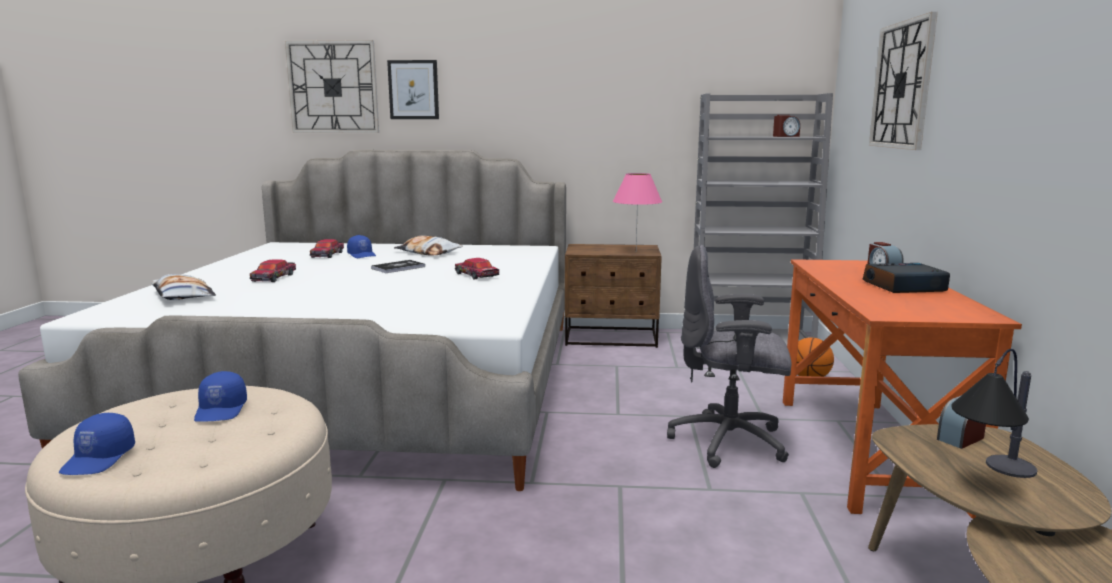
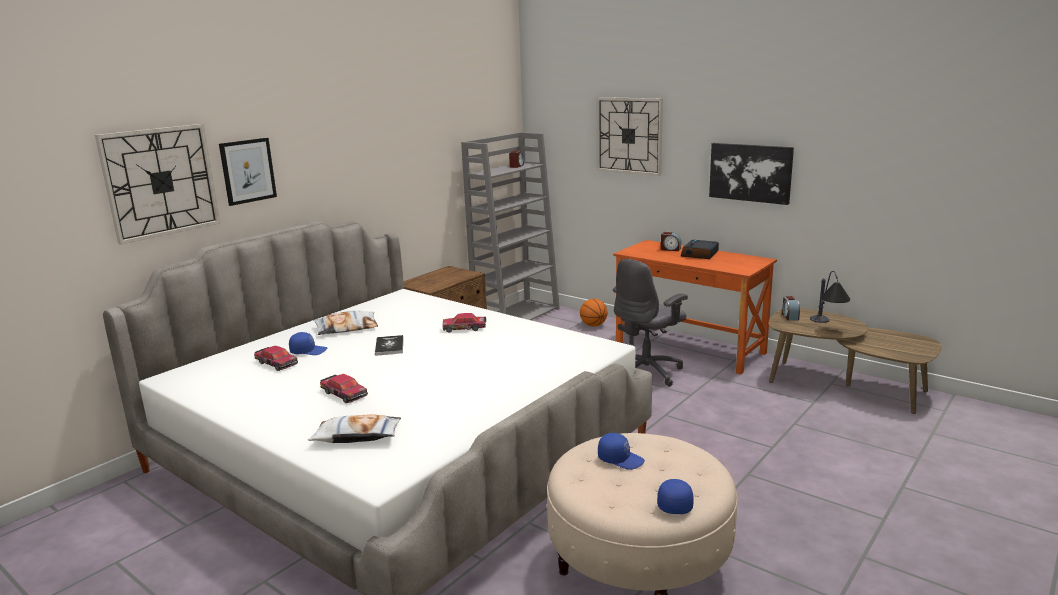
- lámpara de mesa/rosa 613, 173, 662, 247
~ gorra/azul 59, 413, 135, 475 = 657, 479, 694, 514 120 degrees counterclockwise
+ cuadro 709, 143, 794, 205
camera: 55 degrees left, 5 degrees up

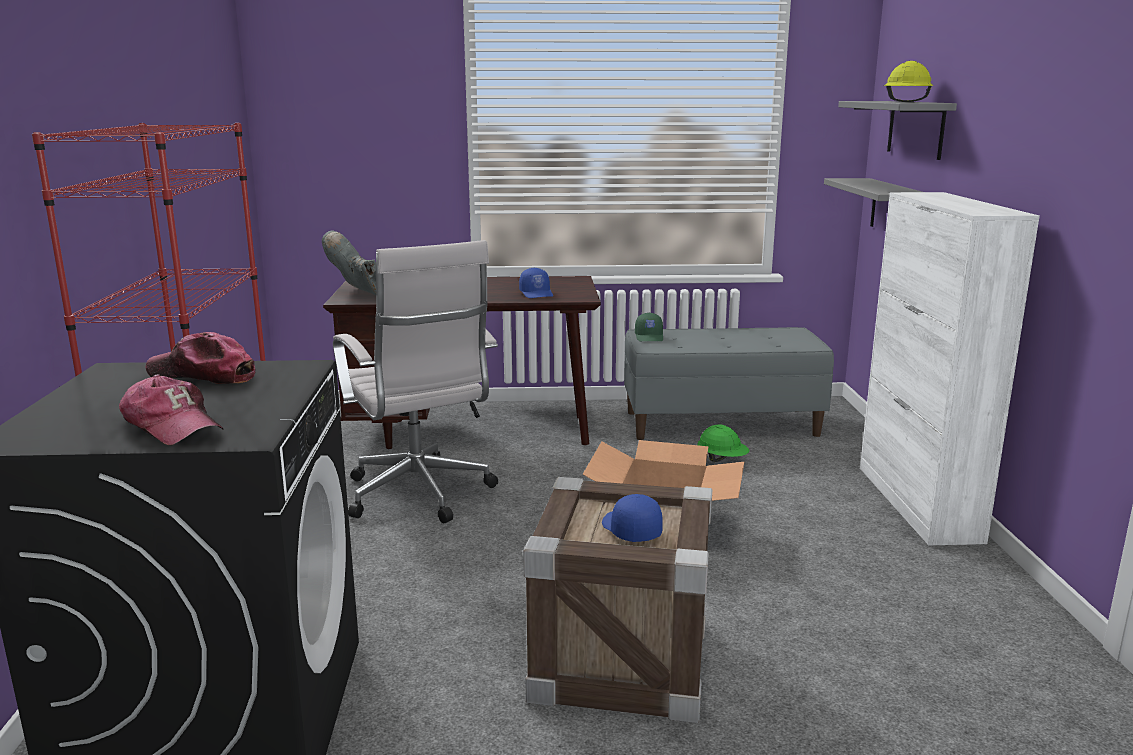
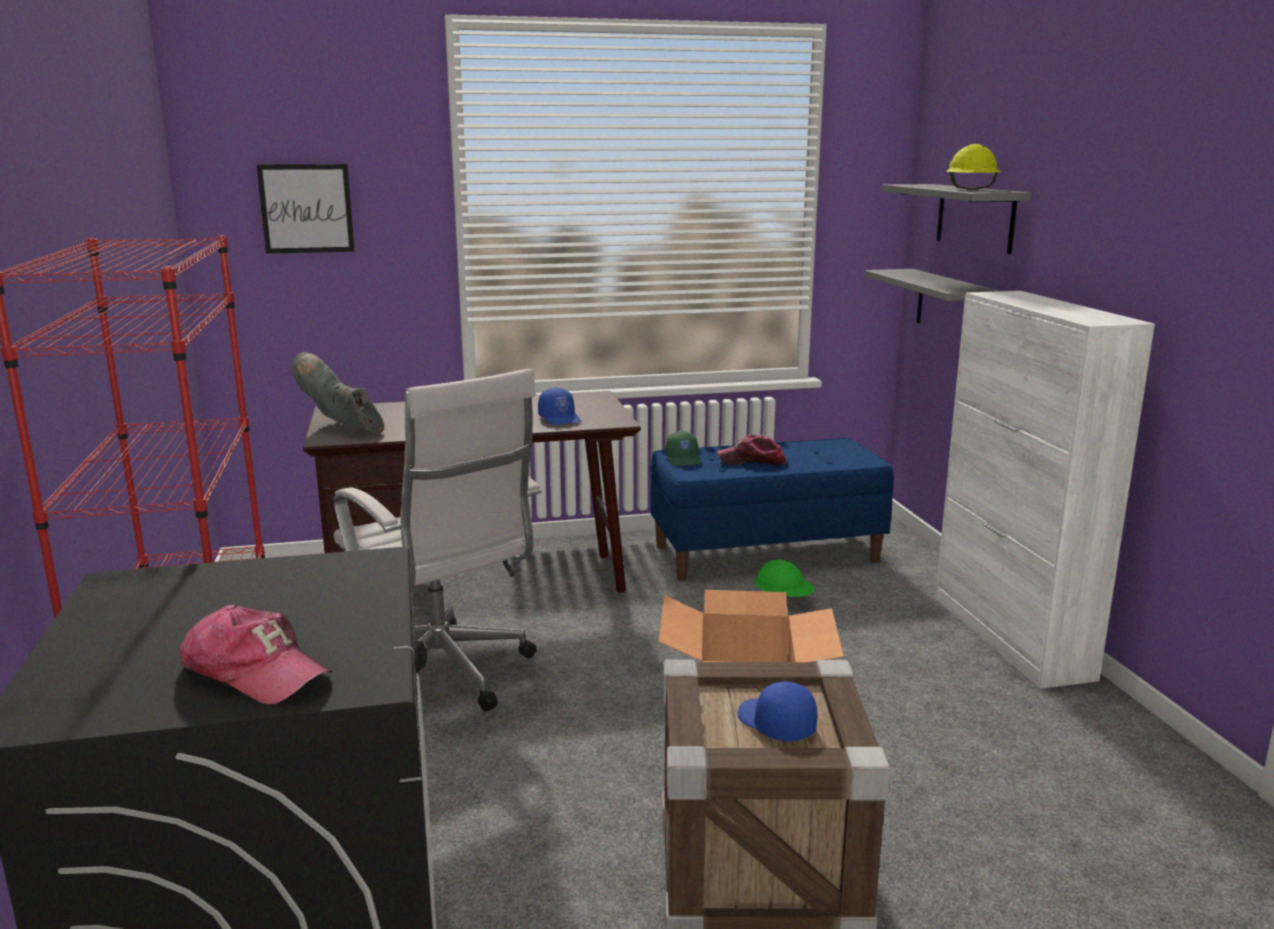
~ banco/gris 624, 327, 834, 440 to banco/azul 651, 438, 894, 581
~ gorra 146, 332, 255, 384 to 717, 434, 786, 465
+ cuadro 256, 164, 355, 254
camera: 10 degrees left, 0 degrees up

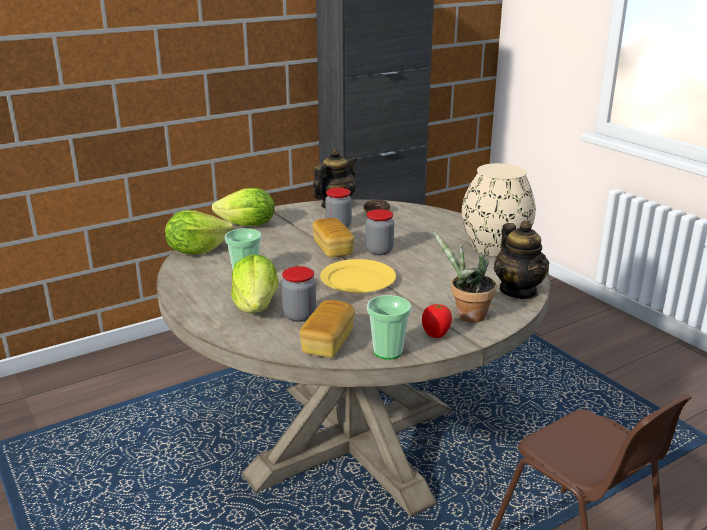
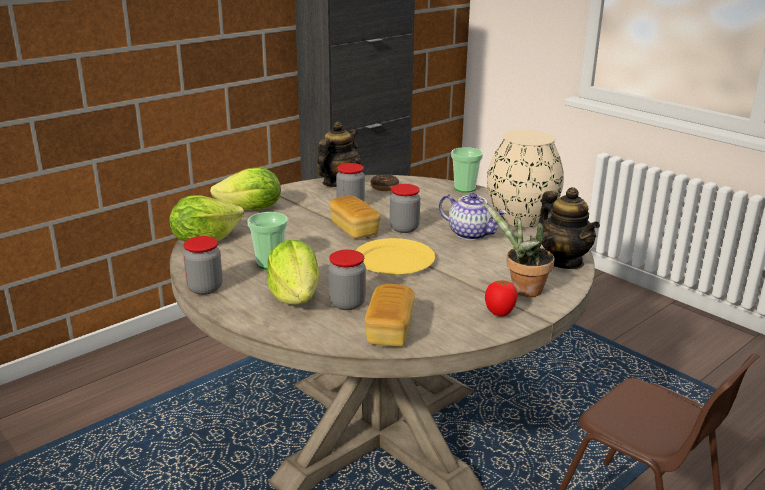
~ taza 367, 295, 411, 360 to 451, 147, 483, 193
+ tetera 439, 193, 507, 240
+ tarro 183, 236, 223, 295
camera: 10 degrees left, 0 degrees up

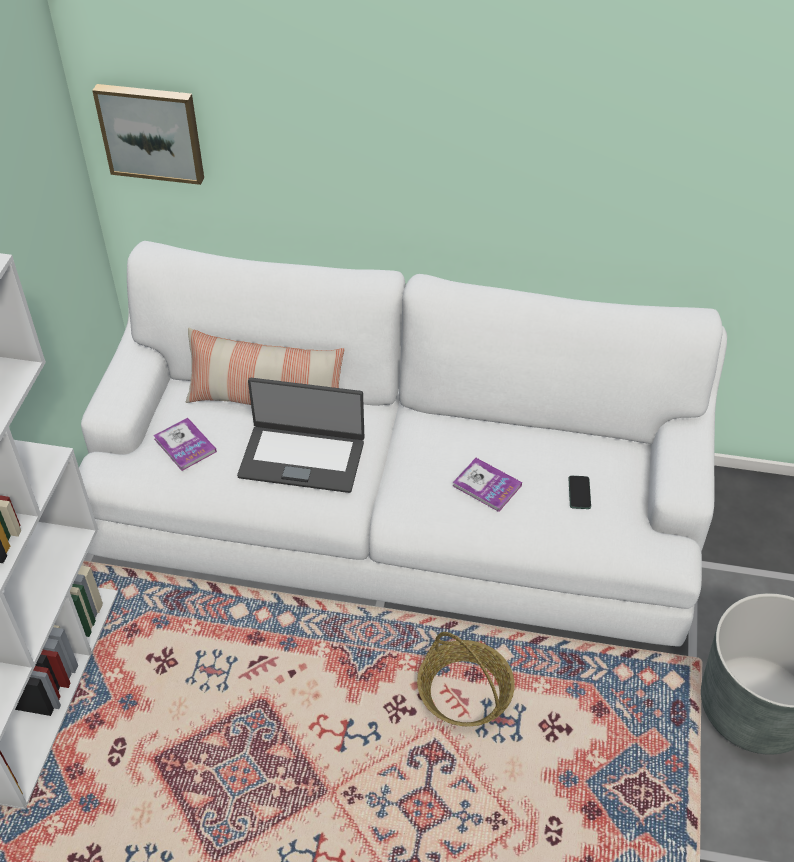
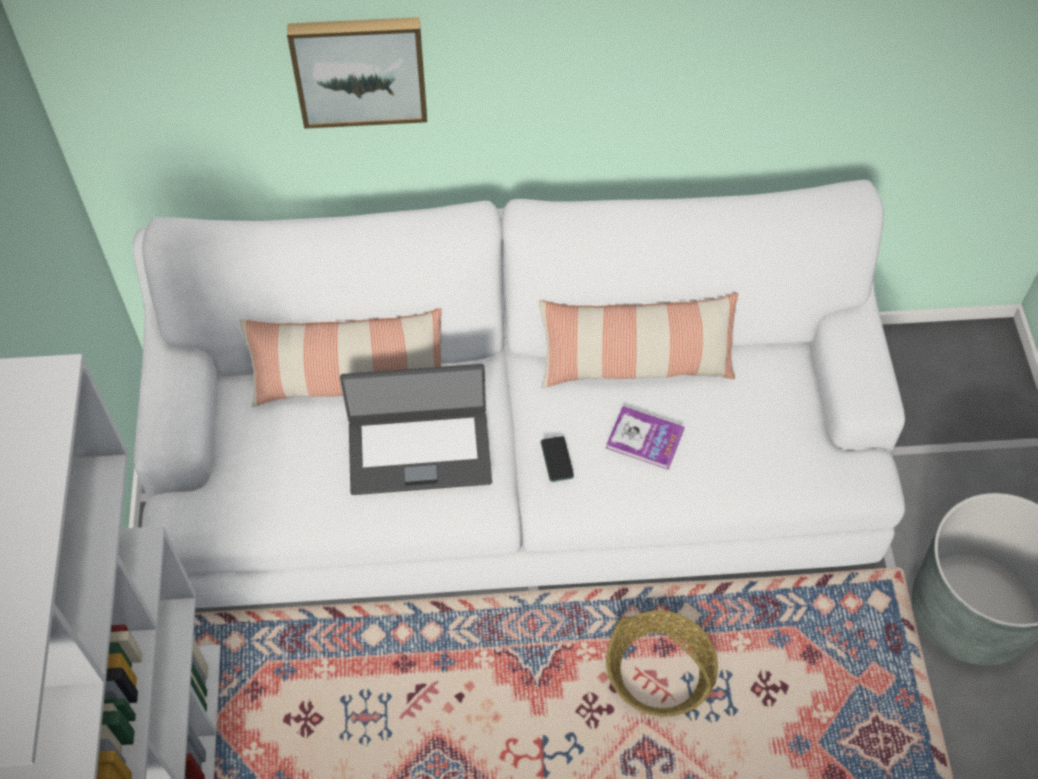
~ cuadro 92, 84, 204, 185 to 287, 17, 427, 129
- libro 153, 418, 217, 471
~ móvil 568, 476, 591, 509 to 541, 436, 574, 482
+ cojín 539, 293, 738, 388
camera: 15 degrees left, 10 degrees up

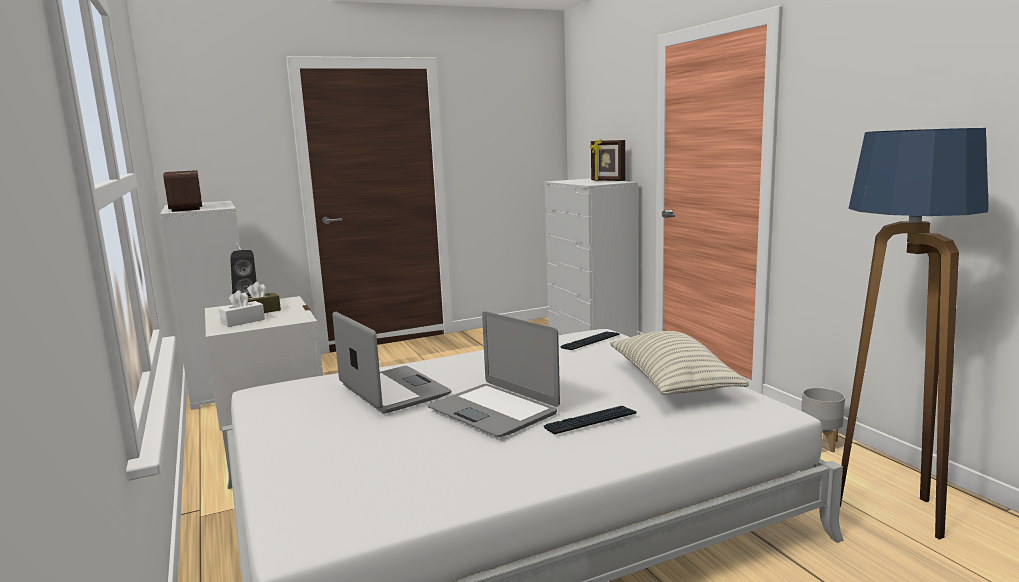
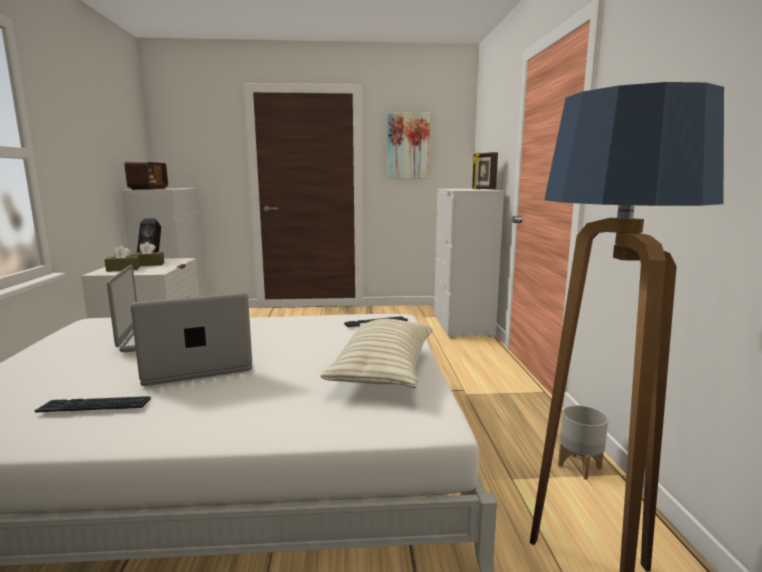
~ caja de pañuelos/blanco 219, 290, 265, 327 to caja de pañuelos/marrón 105, 245, 140, 272
~ portátil 428, 311, 560, 437 = 130, 293, 252, 386 90 degrees clockwise
~ teclado 543, 406, 637, 435 to 35, 396, 151, 413
+ cuadro 387, 112, 430, 179
camera: 20 degrees right, 0 degrees up

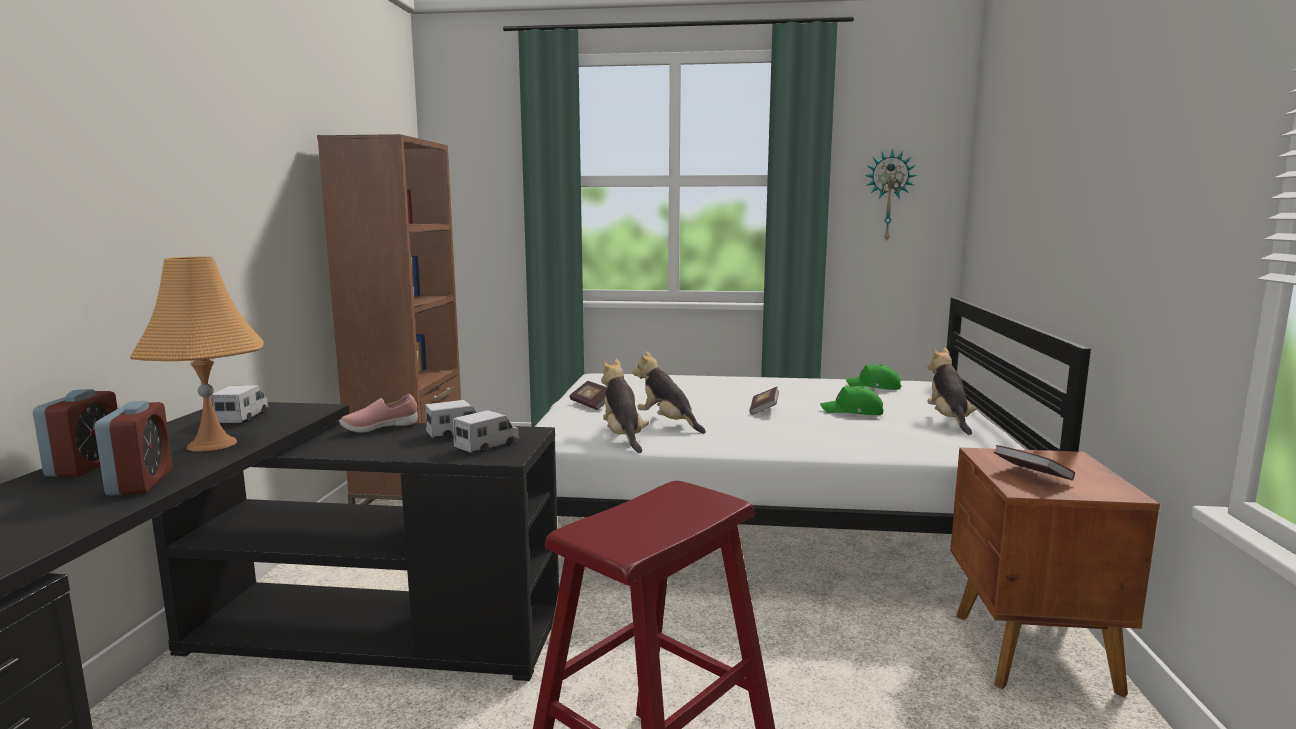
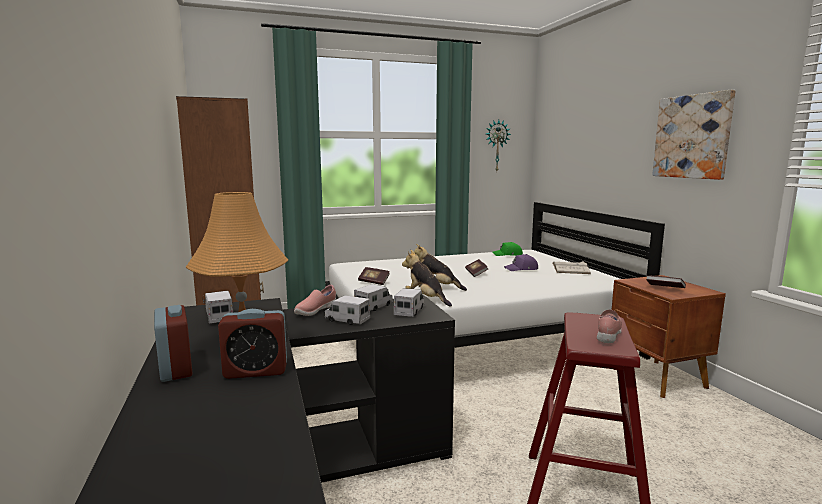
~ peluche 927, 347, 977, 435 to libro/blanco 553, 261, 591, 274
~ gorra/verde 820, 386, 884, 415 to gorra/morado 504, 254, 538, 271
~ despertador 95, 401, 172, 496 = 218, 309, 287, 379 120 degrees clockwise
+ cuadro 652, 90, 736, 180
+ camión de juguete 325, 295, 370, 325
+ zapato/rosa 597, 309, 622, 344
camera: 25 degrees left, 0 degrees up

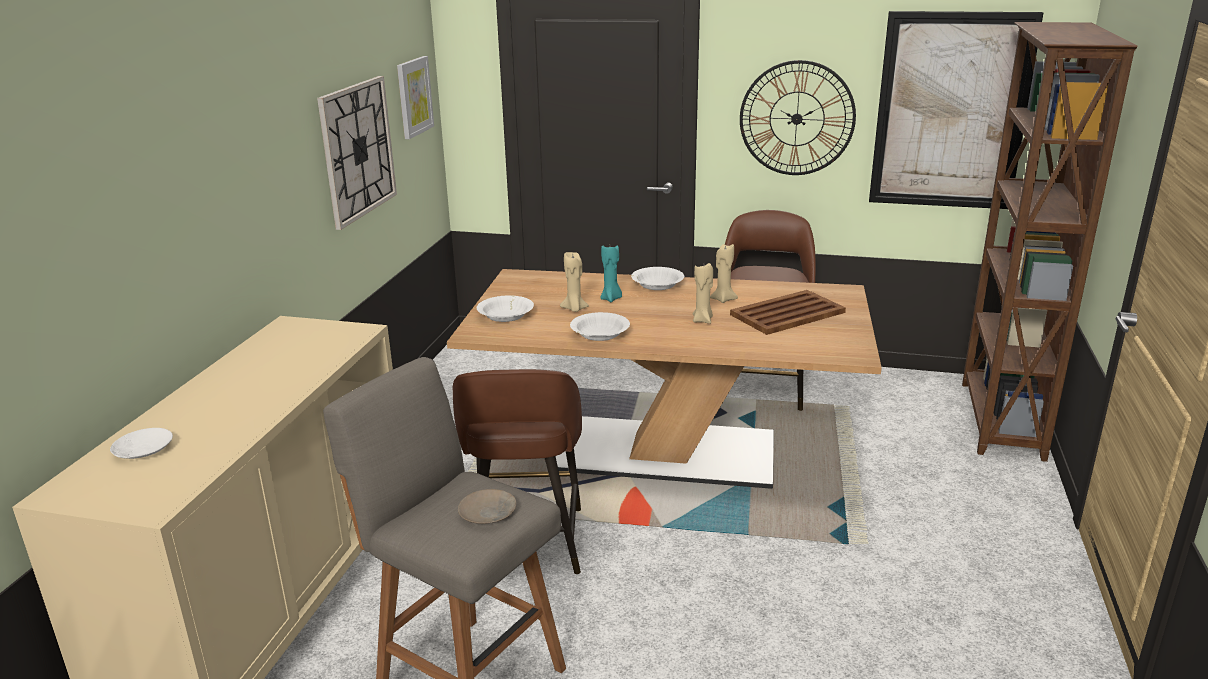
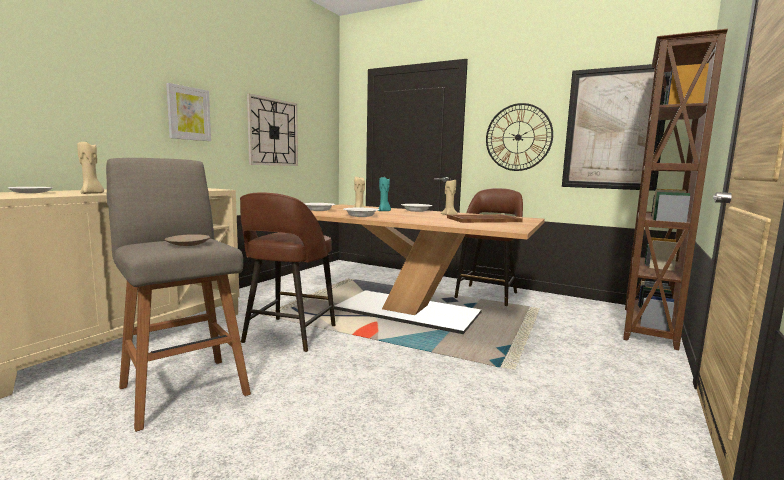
~ cuadro 397, 56, 434, 139 to 166, 83, 211, 141
~ vela/beis 692, 263, 713, 324 to 77, 141, 104, 194
camera: 15 degrees right, 15 degrees down

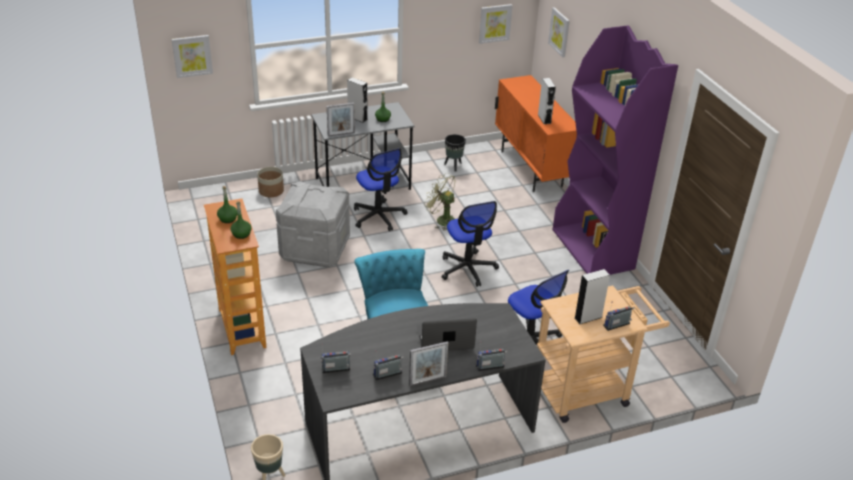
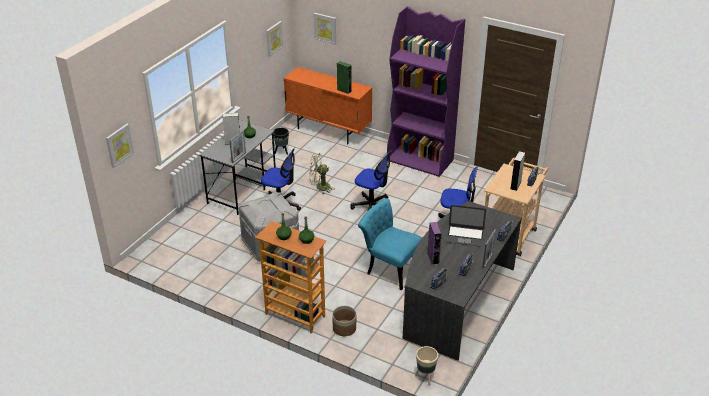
~ altavoz/gris 538, 78, 556, 124 to altavoz/verde 337, 61, 352, 94
~ maceta 257, 167, 284, 197 to 332, 306, 356, 336
~ portátil 417, 318, 477, 350 = 446, 205, 486, 247 120 degrees counterclockwise
+ altavoz/morado 427, 222, 442, 265
camera: 40 degrees left, 0 degrees up

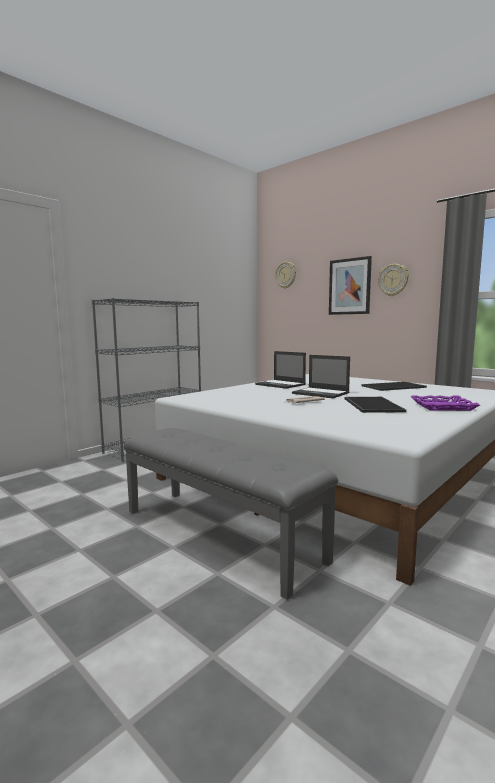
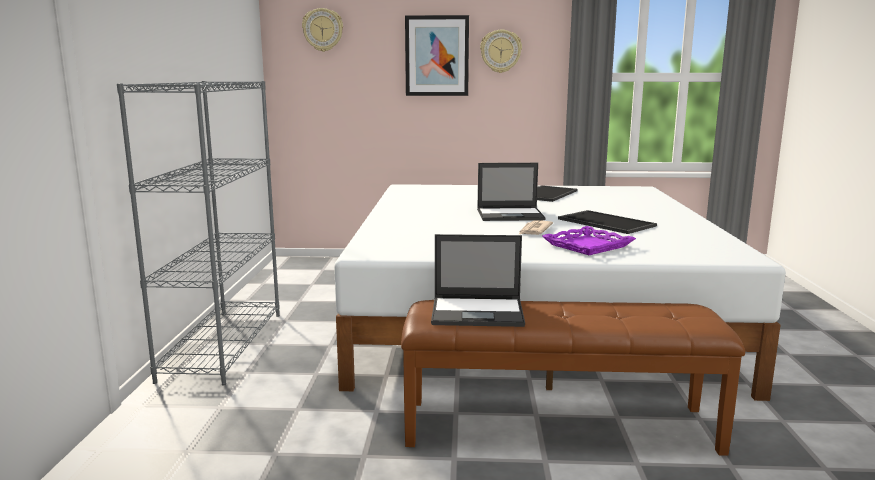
~ portátil 255, 351, 306, 389 to 431, 234, 525, 327
~ bandeja/morado 411, 395, 480, 411 to 542, 226, 636, 255
~ banco/gris 123, 428, 338, 600 to banco/marrón 401, 300, 745, 456
camera: 40 degrees left, 5 degrees up

